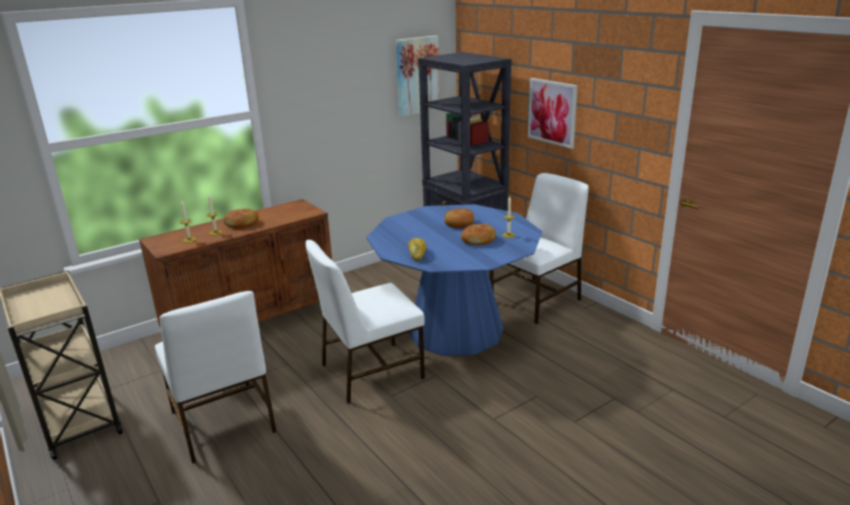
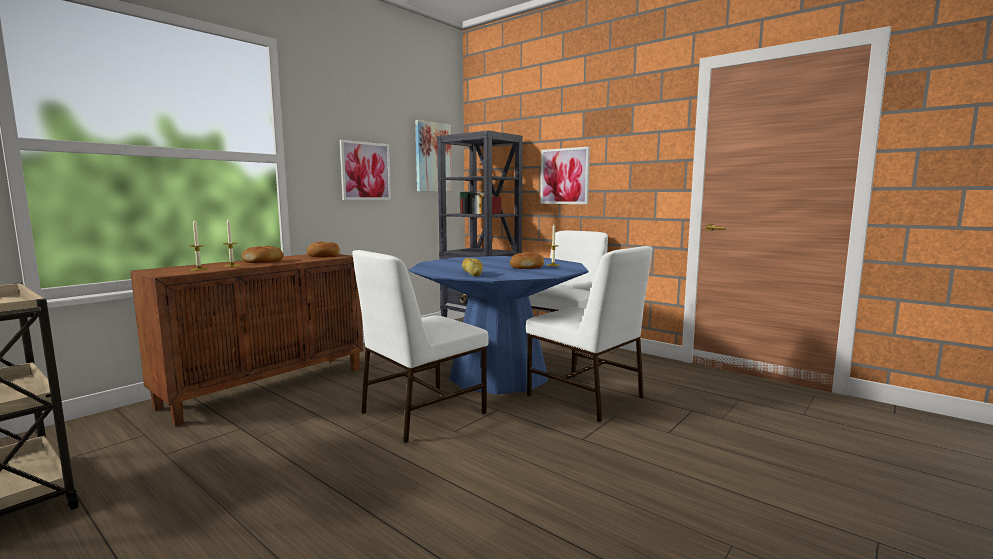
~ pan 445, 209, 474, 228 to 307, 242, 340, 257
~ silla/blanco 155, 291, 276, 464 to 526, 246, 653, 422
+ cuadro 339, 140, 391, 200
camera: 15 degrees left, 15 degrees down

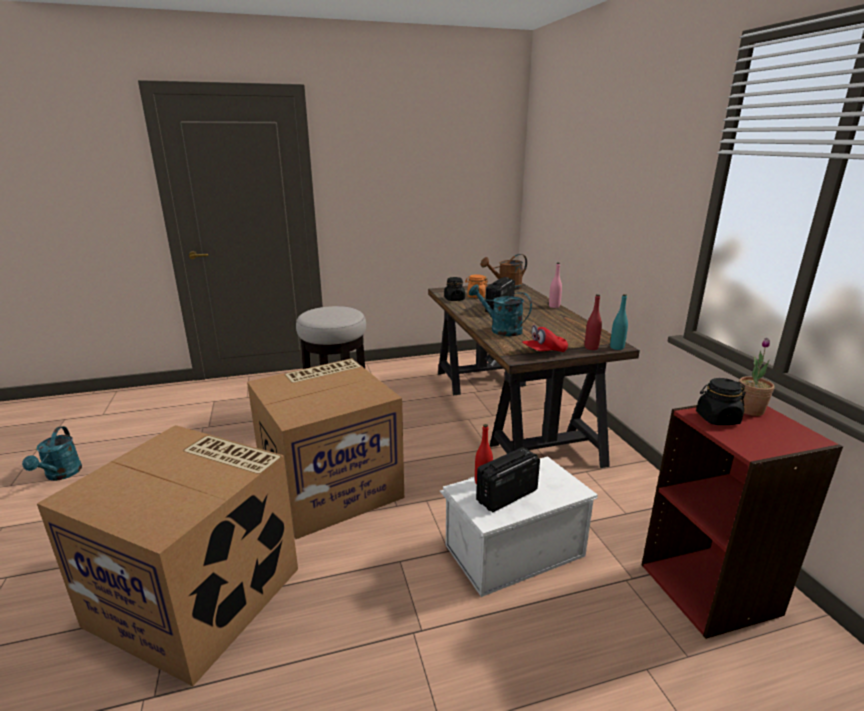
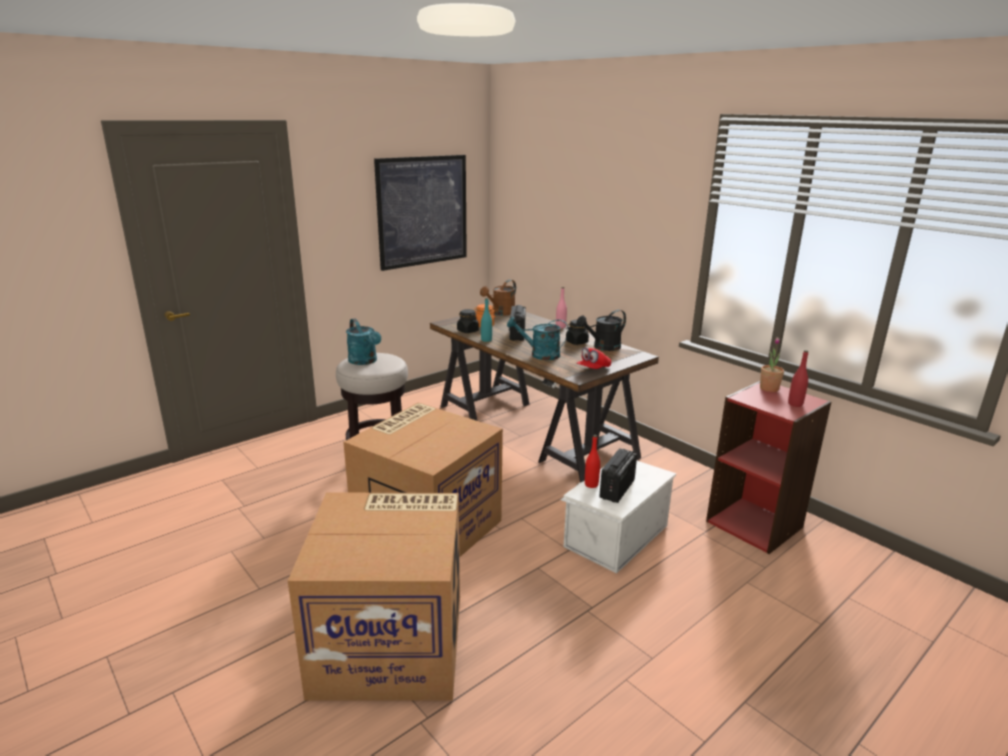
~ botella/rojo 585, 294, 602, 350 to 788, 350, 808, 407
~ botella/turquesa 610, 294, 628, 350 to 481, 298, 492, 342
~ tarro/negro 696, 378, 746, 425 to 566, 320, 589, 345
~ regadera/turquesa 22, 426, 82, 481 to 346, 318, 381, 365
+ cuadro 374, 155, 467, 271
+ regadera/negro 576, 310, 626, 351
camera: 25 degrees left, 0 degrees up

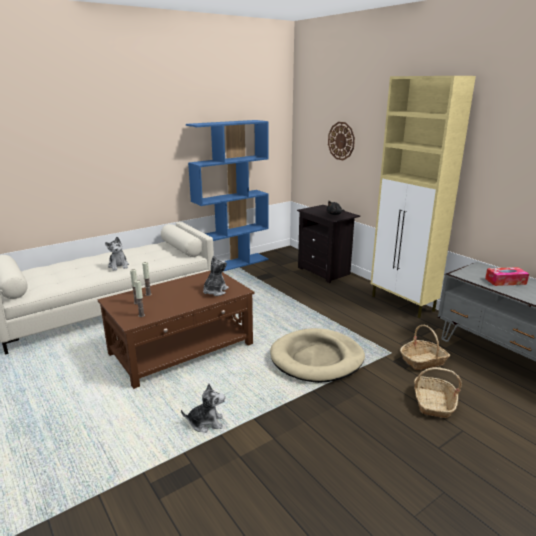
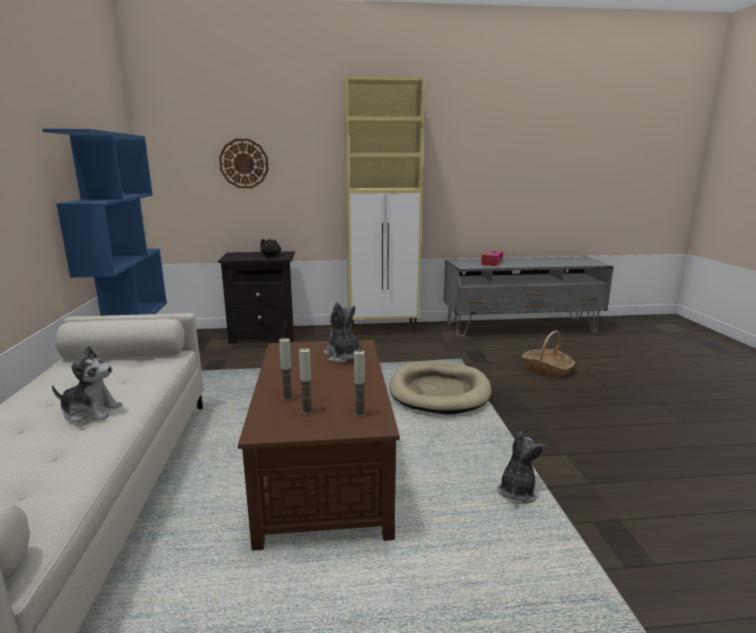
- cesta 400, 325, 450, 370
camera: 60 degrees left, 5 degrees down

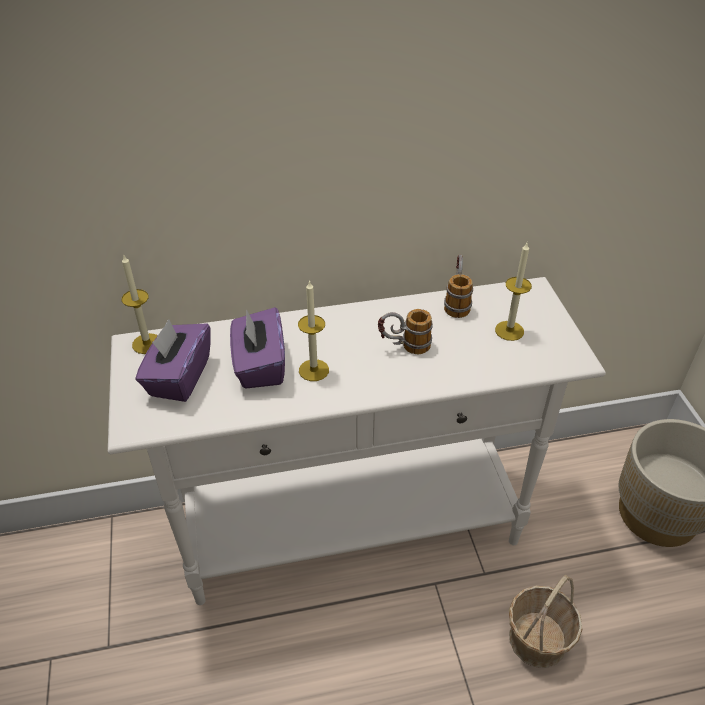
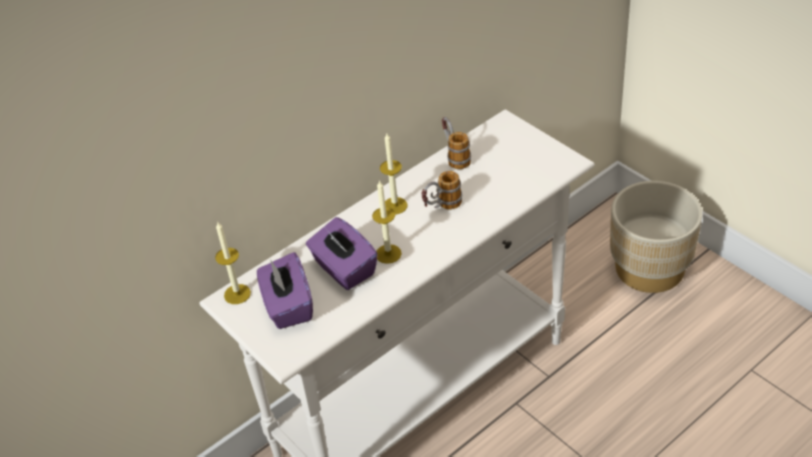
~ vela 495, 243, 532, 341 to 380, 134, 407, 215
- cesta 509, 575, 582, 668
camera: 25 degrees left, 0 degrees up

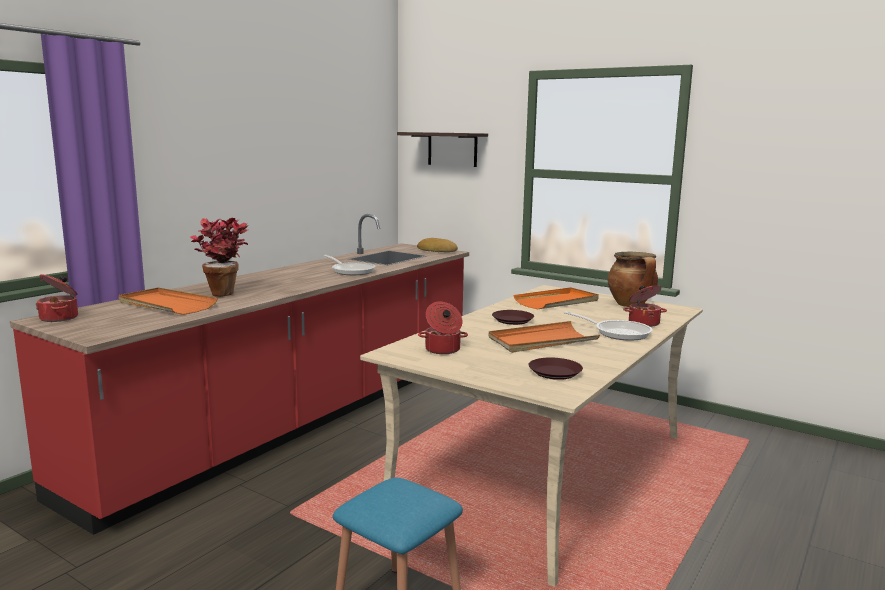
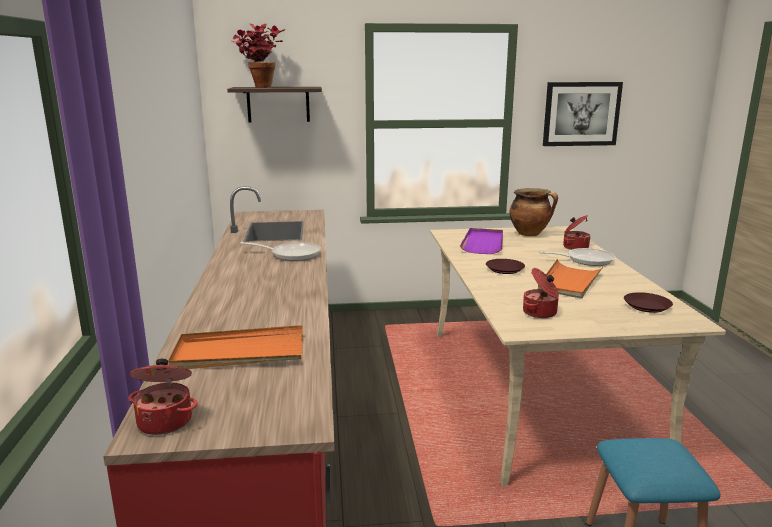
~ planta en maceta 190, 218, 248, 297 to 232, 23, 286, 88
- pan 417, 238, 458, 252
~ bandeja/naranja 513, 287, 599, 309 to bandeja/morado 460, 228, 503, 254
+ cuadro 543, 82, 623, 146
camera: 40 degrees left, 5 degrees up

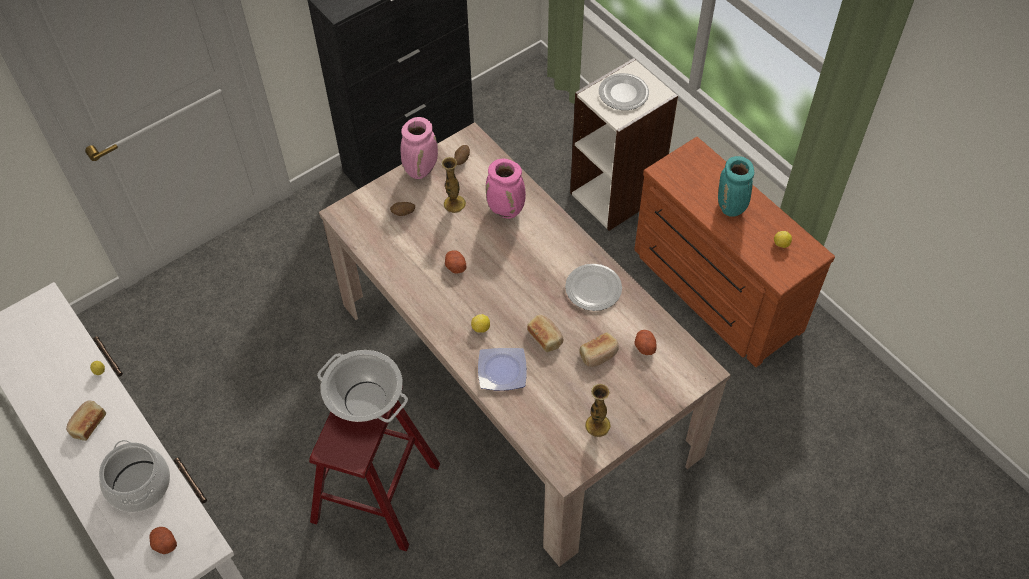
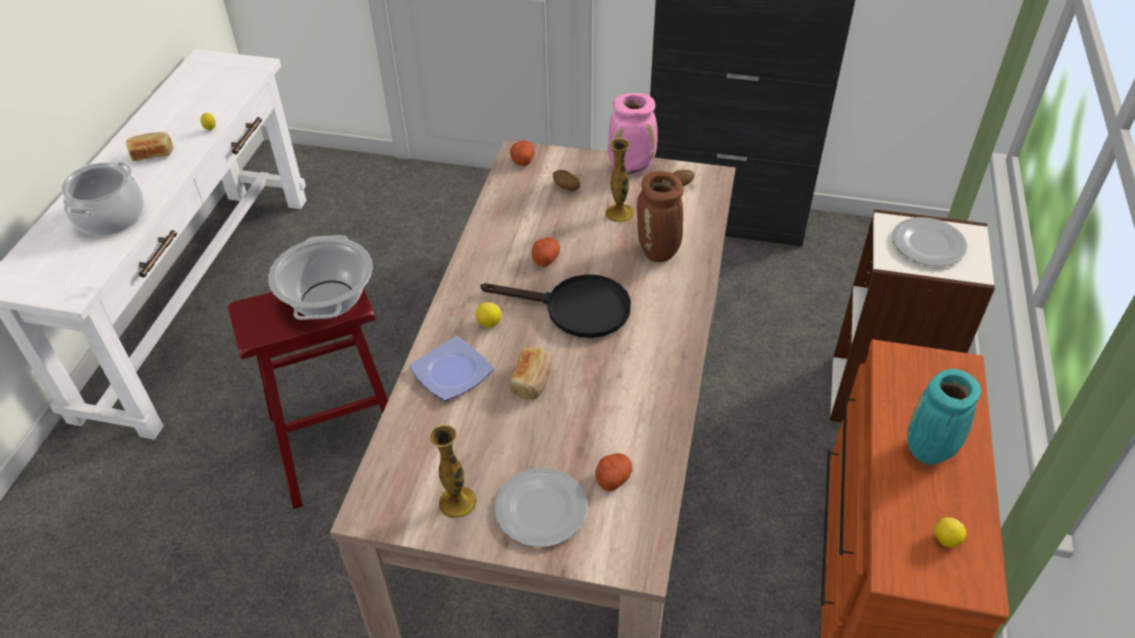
~ florero/rosa 486, 159, 526, 219 to florero/marrón 637, 171, 683, 262
~ plato 565, 264, 622, 311 to 495, 468, 587, 547
- pan 579, 332, 619, 367
~ patata 149, 527, 177, 554 to 510, 140, 535, 166
+ sartén/negro 480, 274, 631, 338
camera: 50 degrees right, 10 degrees down

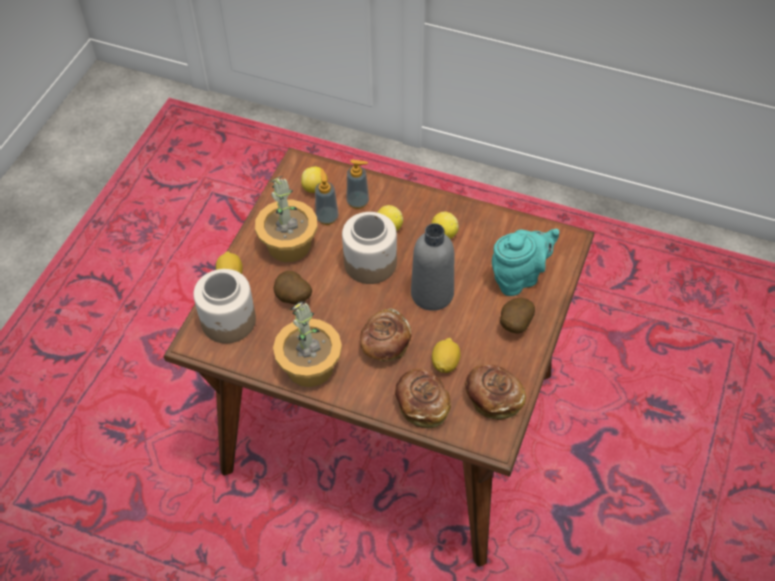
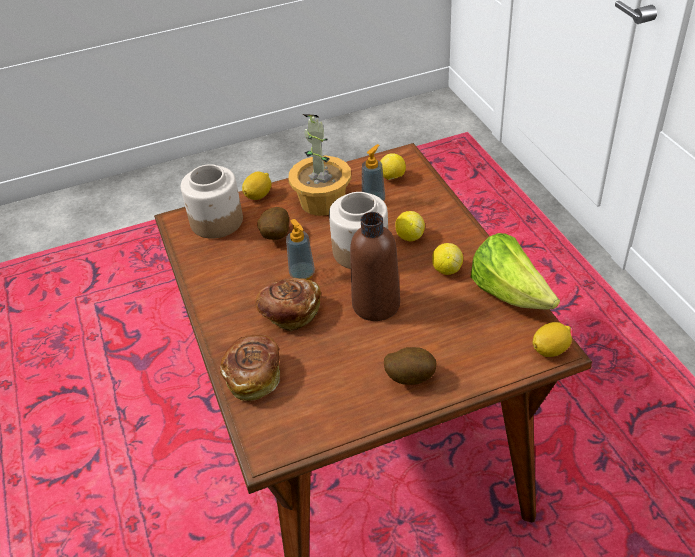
~ dispensador de jabón 347, 159, 369, 209 to 286, 219, 315, 280
~ botella/gris 411, 223, 454, 311 to botella/marrón 350, 212, 400, 321
- tetera/turquesa 492, 229, 559, 296
- planta en maceta 273, 301, 342, 387
~ limón 432, 338, 461, 373 to 533, 322, 572, 357
- pan 465, 364, 526, 420
+ lechuga 471, 233, 560, 309
camera: 50 degrees right, 10 degrees down

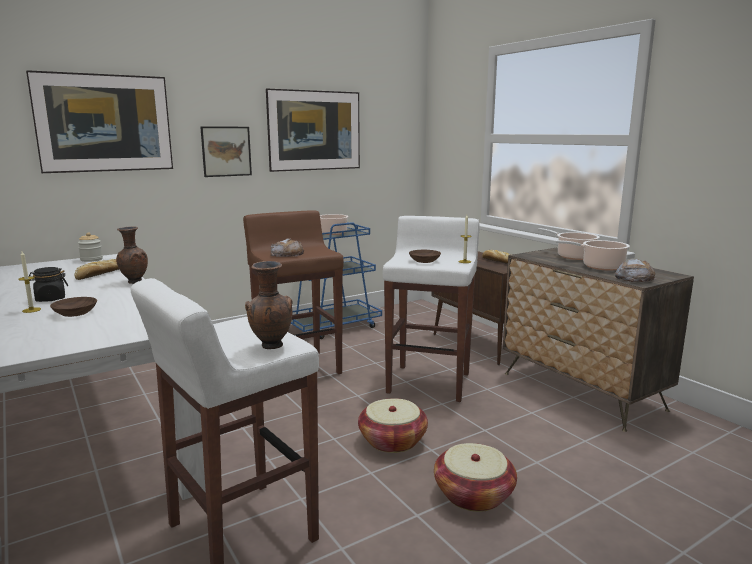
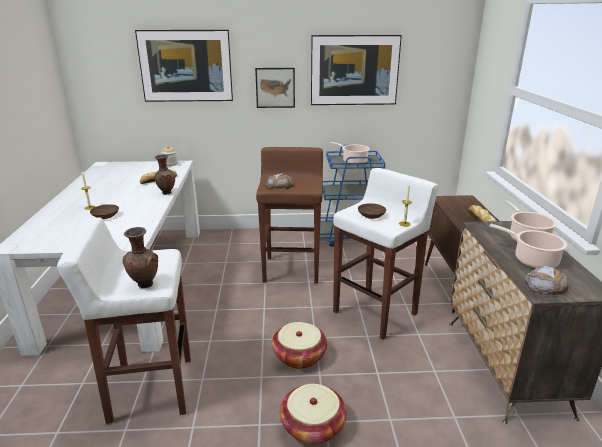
- tarro/negro 29, 267, 68, 302
camera: 30 degrees right, 10 degrees up

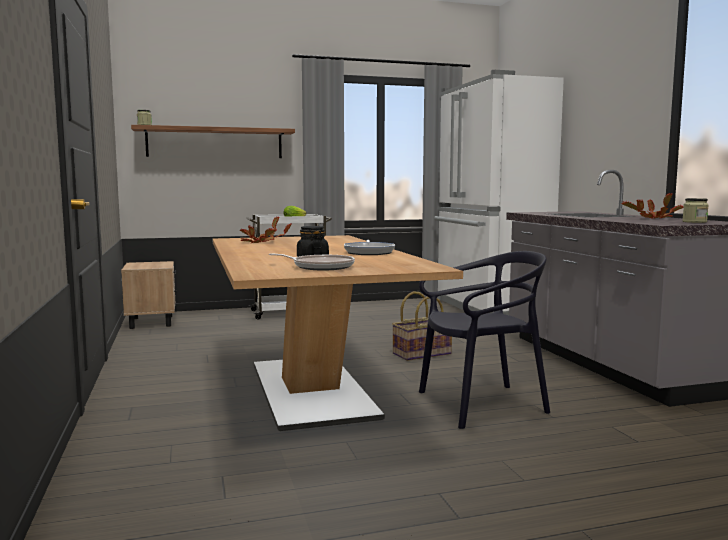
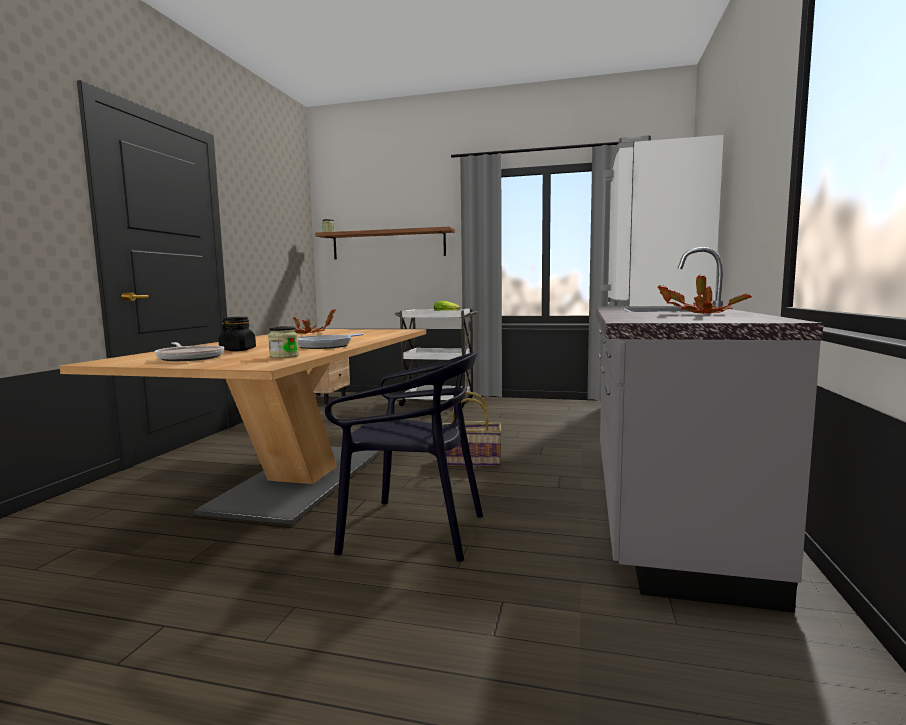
~ tarro 682, 198, 709, 223 to 268, 326, 299, 358
camera: 30 degrees right, 0 degrees up

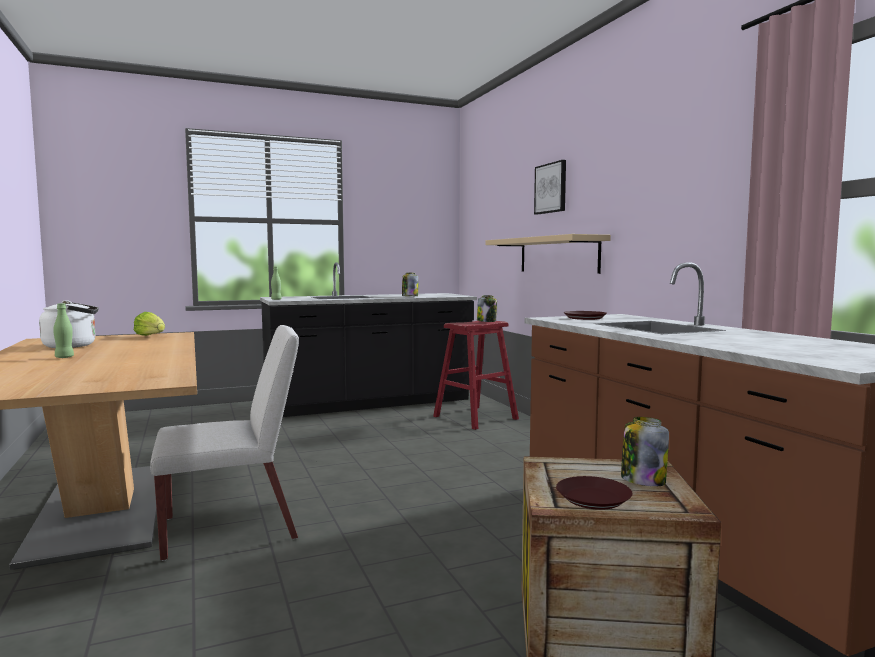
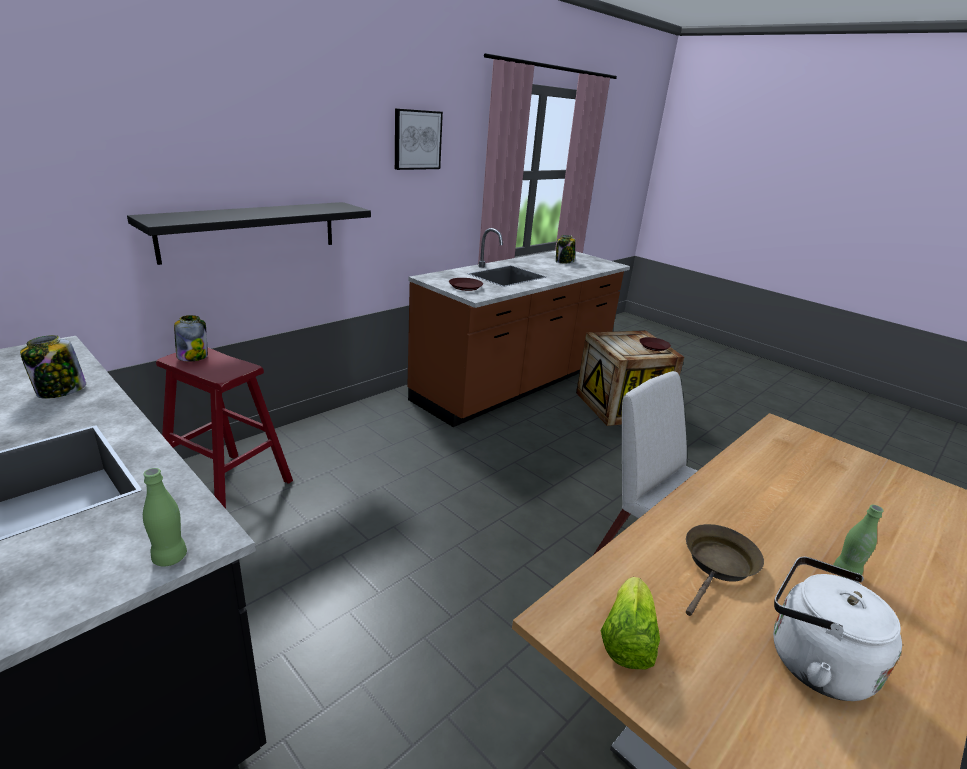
~ cuadro 534, 160, 566, 215 to 395, 108, 443, 170
~ estante/beis 485, 234, 611, 274 to estante/negro 127, 202, 371, 265
~ tarro 621, 417, 669, 487 to 556, 235, 576, 263
+ sartén/marrón 686, 524, 764, 616
camera: 115 degrees left, 20 degrees up

